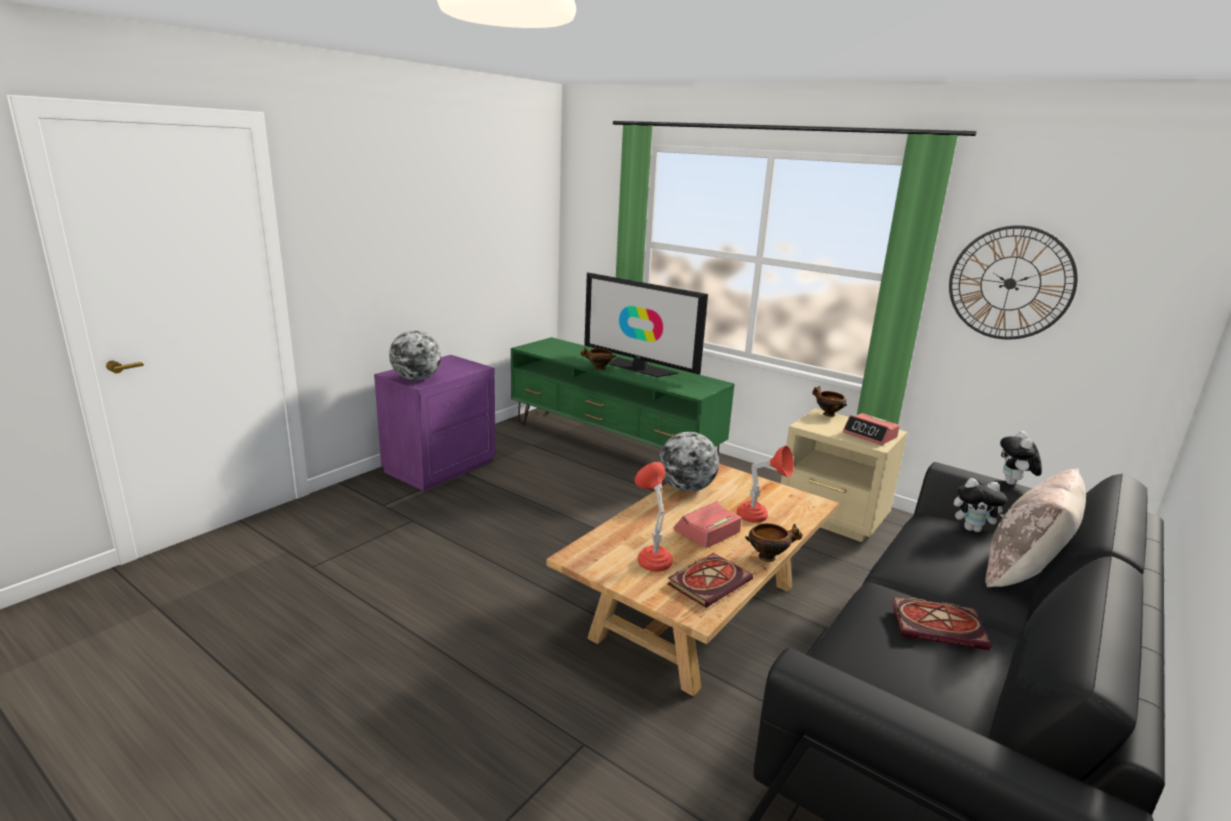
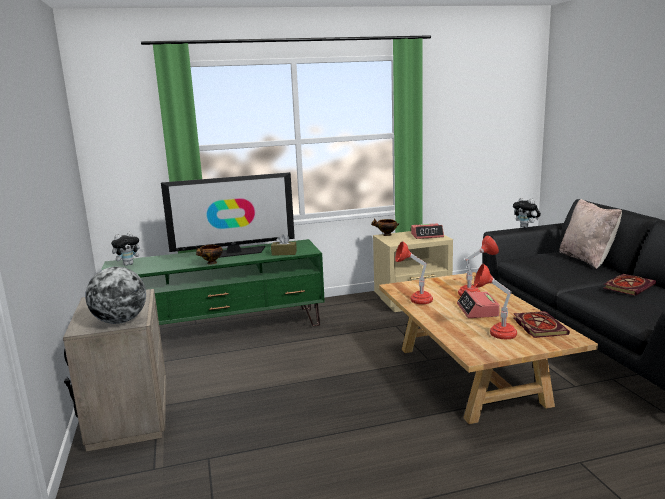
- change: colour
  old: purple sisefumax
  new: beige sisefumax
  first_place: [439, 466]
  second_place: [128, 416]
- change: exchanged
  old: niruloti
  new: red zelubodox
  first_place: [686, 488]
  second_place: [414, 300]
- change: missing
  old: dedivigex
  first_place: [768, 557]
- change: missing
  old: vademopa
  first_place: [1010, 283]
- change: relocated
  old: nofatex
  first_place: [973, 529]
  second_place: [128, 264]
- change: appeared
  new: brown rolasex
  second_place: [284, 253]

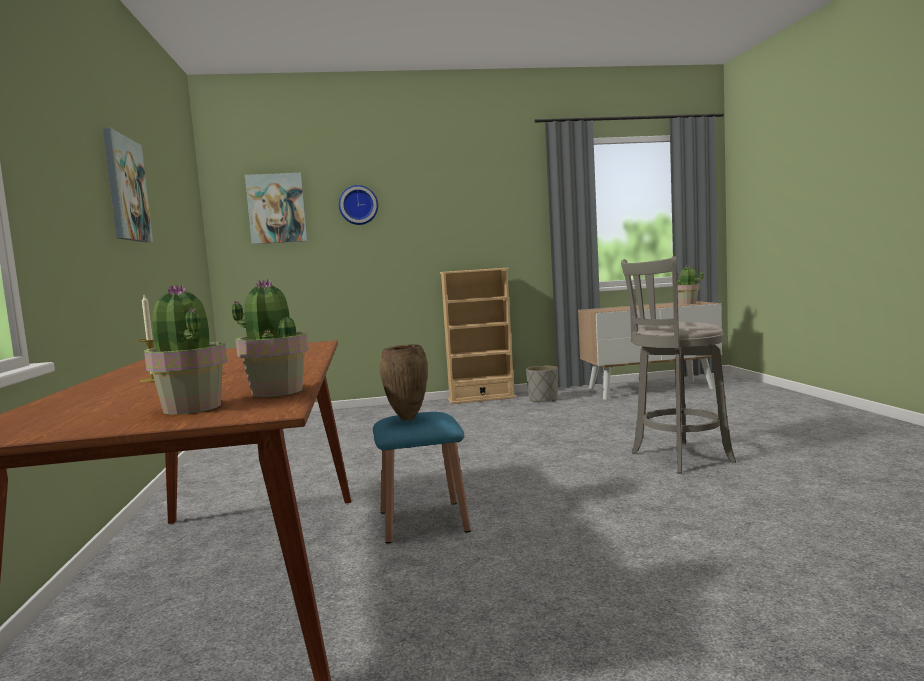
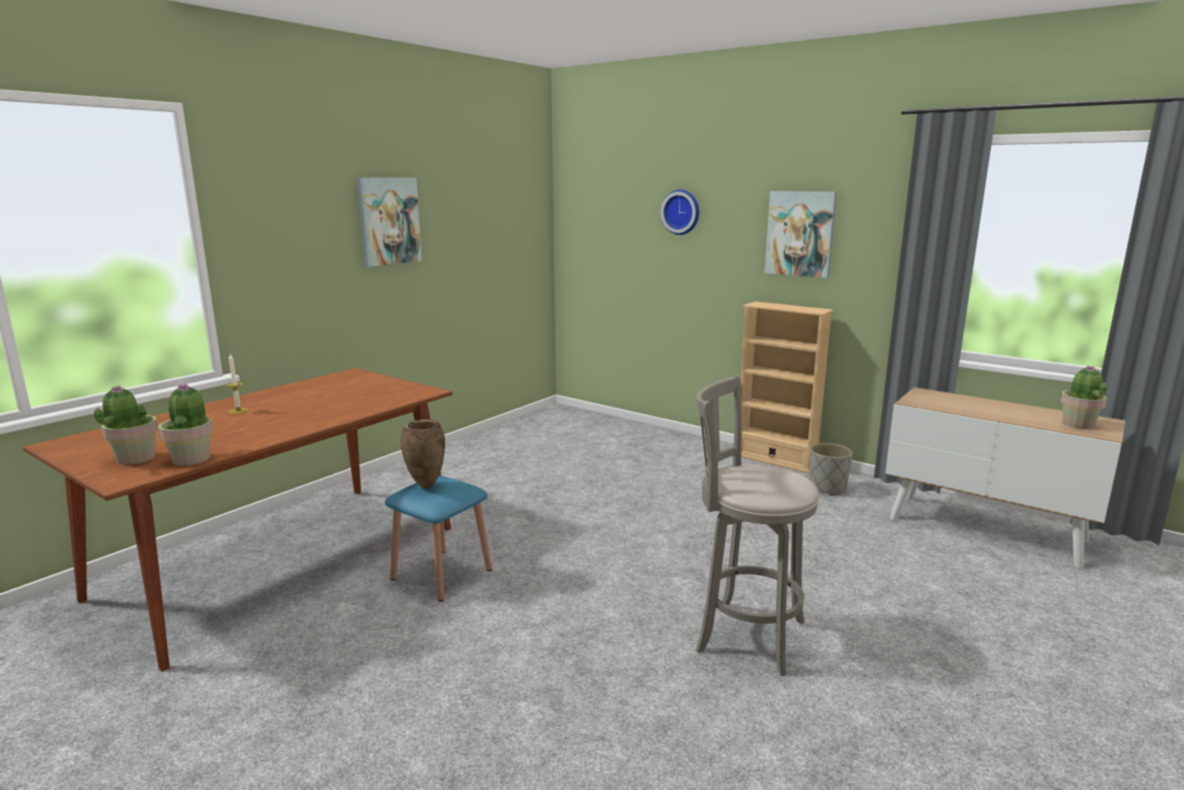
- change: relocated
  old: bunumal
  first_place: [276, 208]
  second_place: [800, 233]

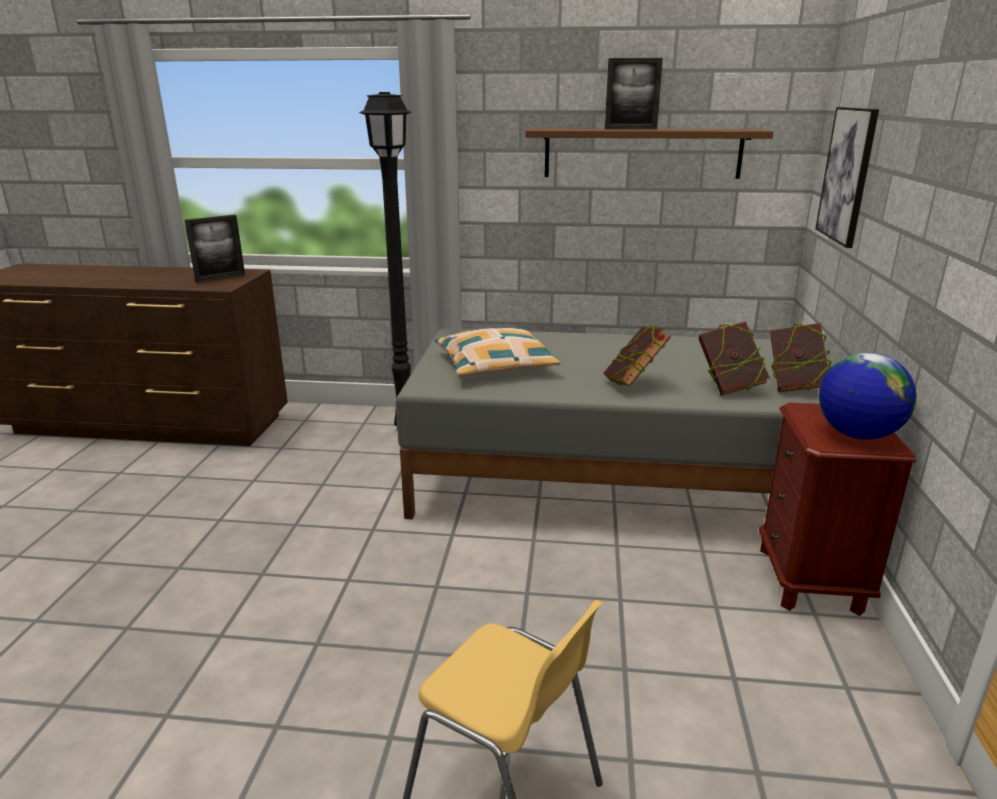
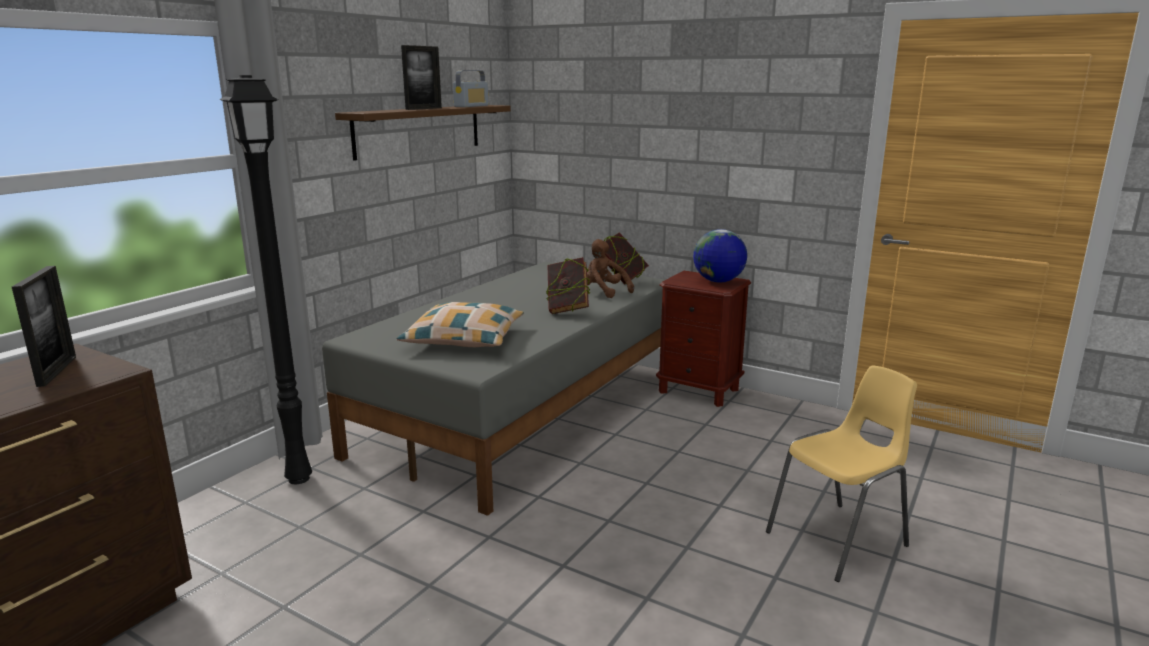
- change: exchanged
  old: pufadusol
  new: brown nofatex
  first_place: [729, 387]
  second_place: [604, 292]
- change: missing
  old: bunumal
  first_place: [847, 175]
- change: appeared
  new: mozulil
  second_place: [471, 106]

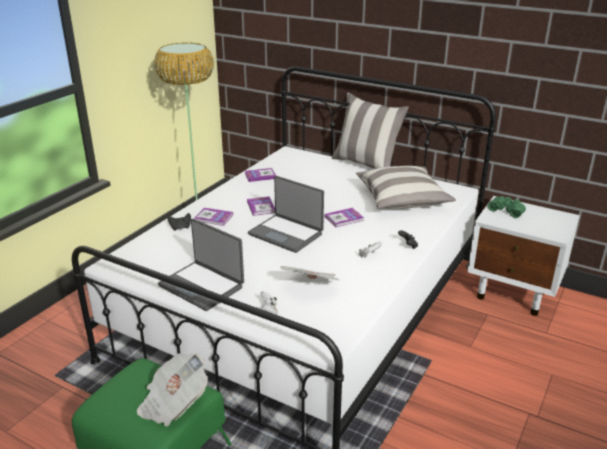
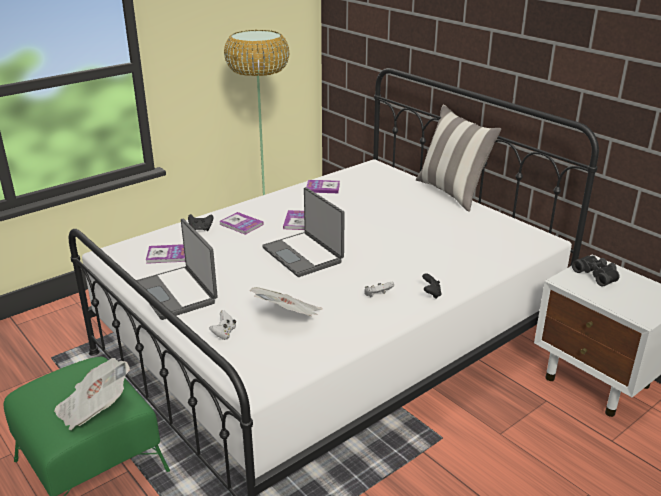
- change: relocated
  old: pufadusol
  first_place: [344, 218]
  second_place: [167, 255]
- change: missing
  old: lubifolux
  first_place: [402, 199]
- change: colour
  old: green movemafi
  new: black movemafi
  first_place: [507, 210]
  second_place: [597, 275]

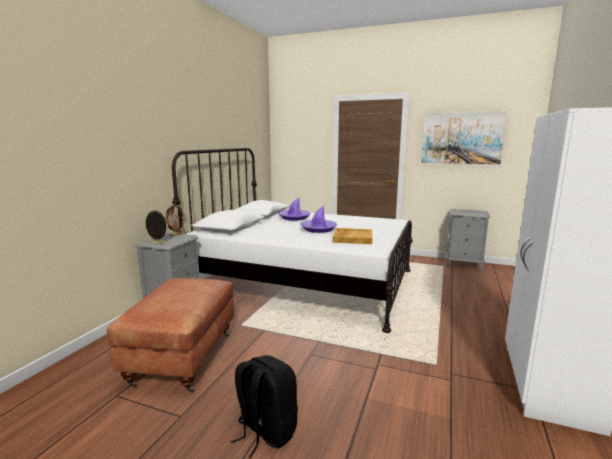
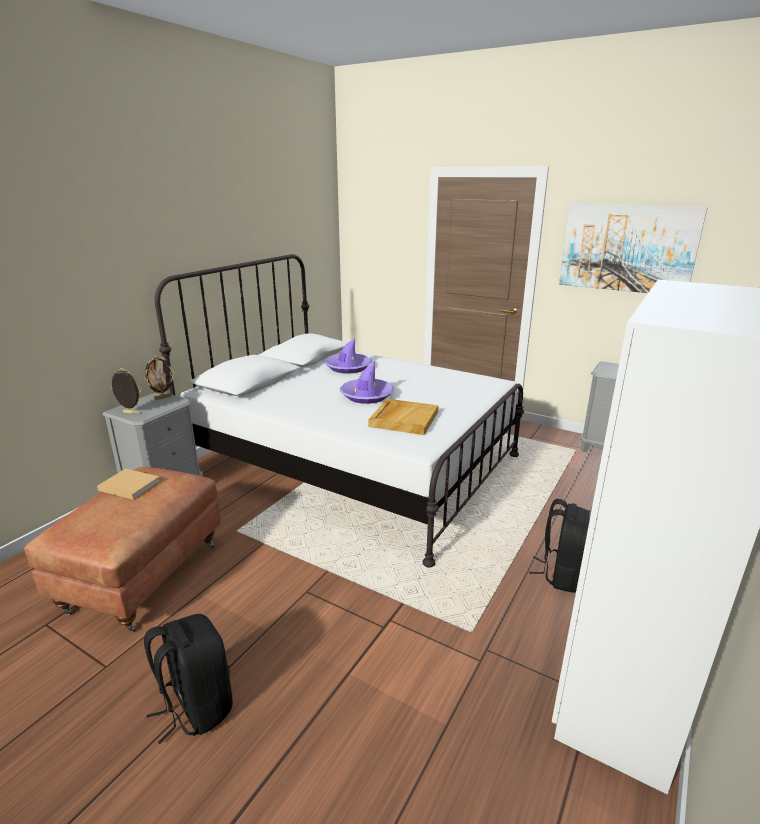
- change: appeared
  new: beige pufadusol
  second_place: [128, 485]
- change: appeared
  new: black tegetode
  second_place: [563, 575]

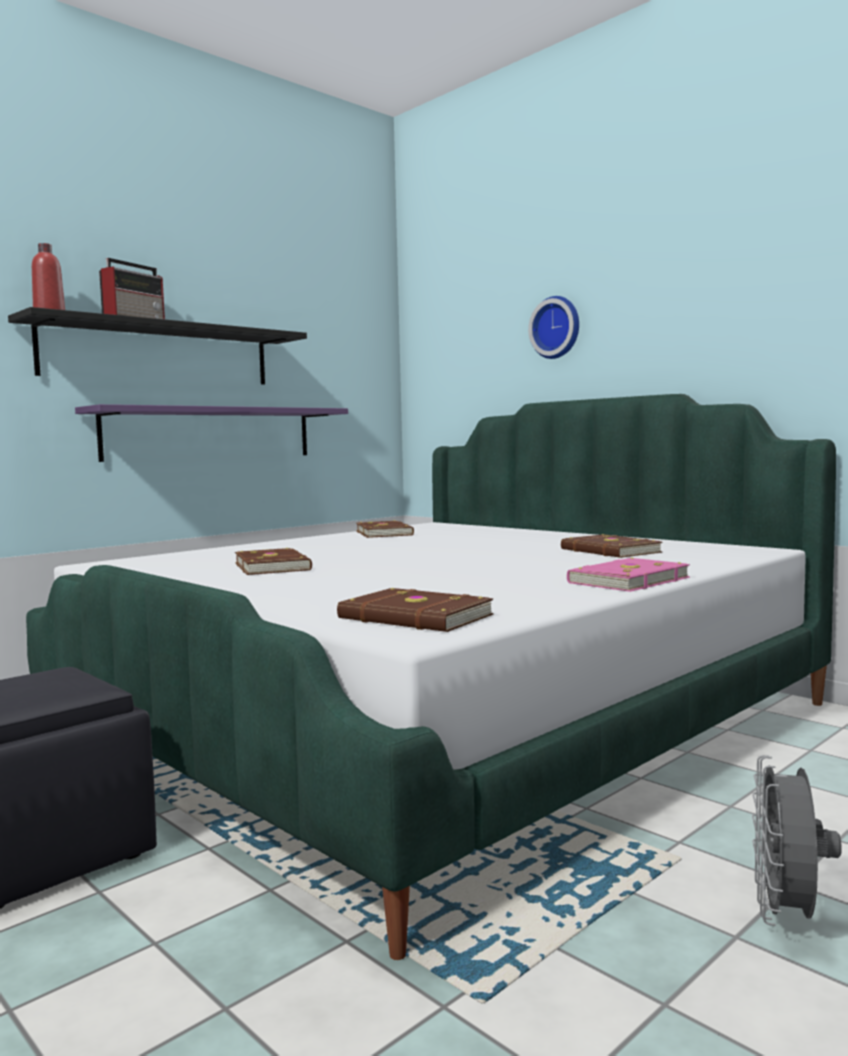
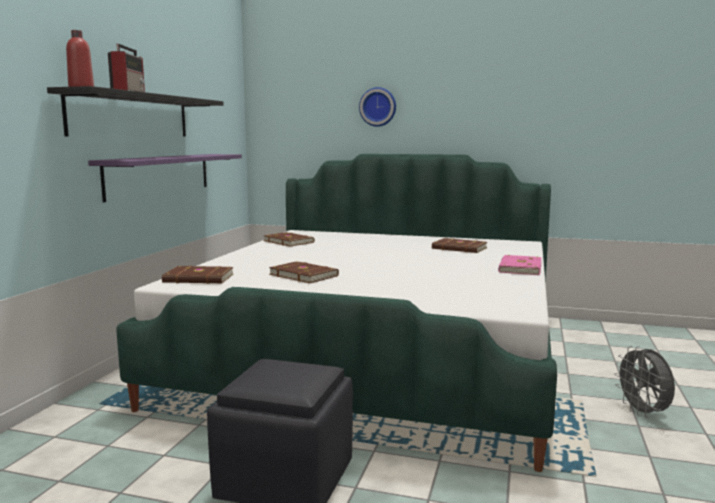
- change: relocated
  old: brown pufadusol
  first_place: [414, 618]
  second_place: [199, 279]

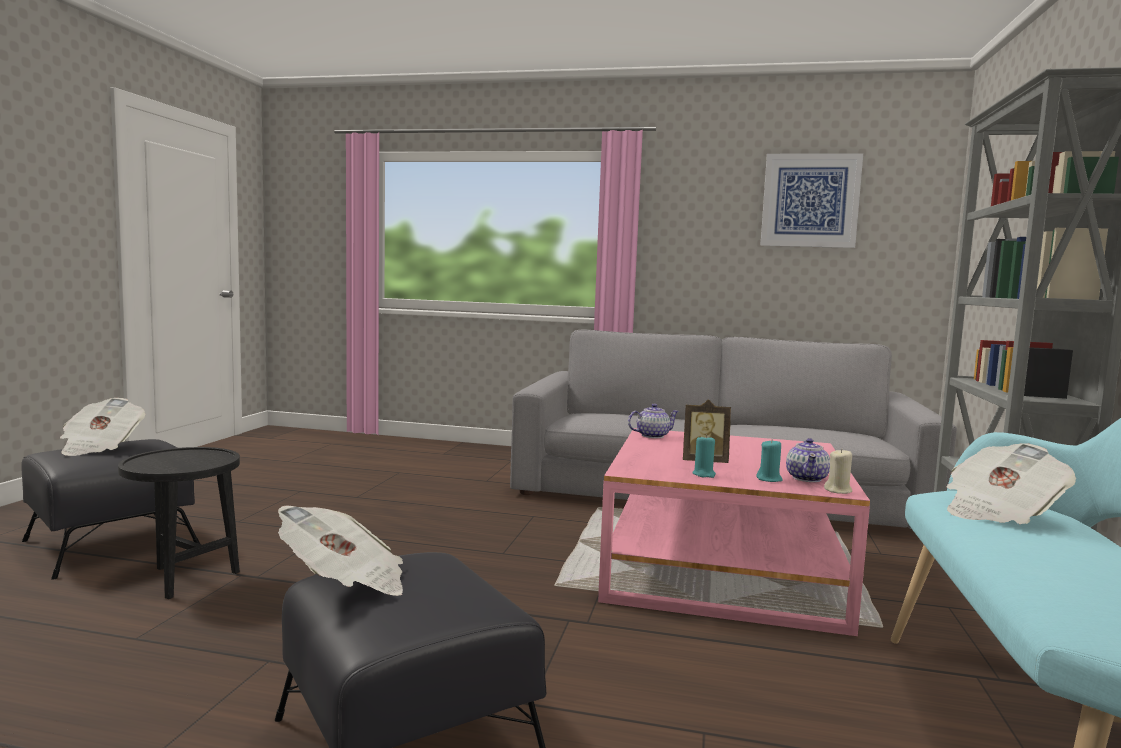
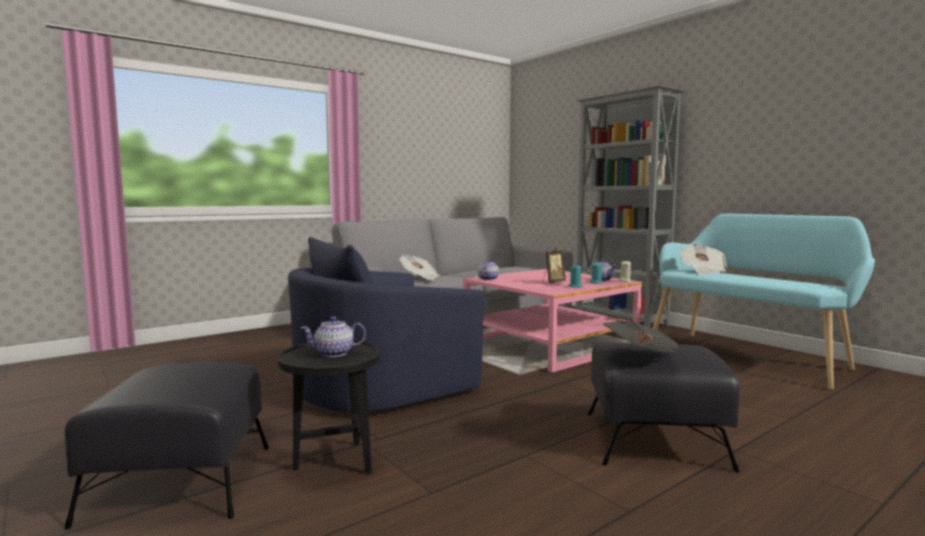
- change: relocated
  old: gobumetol
  first_place: [100, 447]
  second_place: [419, 278]
- change: missing
  old: bunumal
  first_place: [810, 200]
- change: appeared
  new: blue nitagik
  second_place: [380, 386]
- change: appeared
  new: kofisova
  second_place: [334, 353]

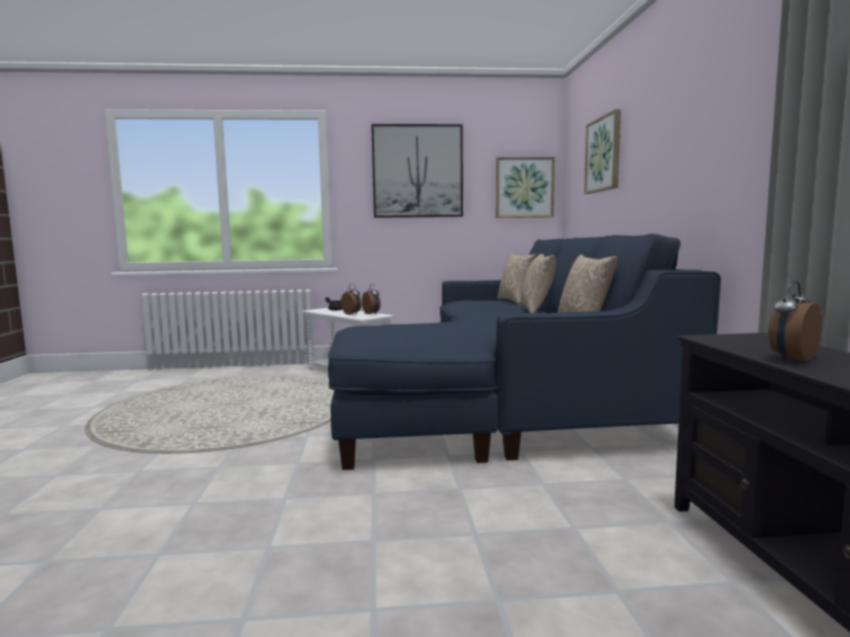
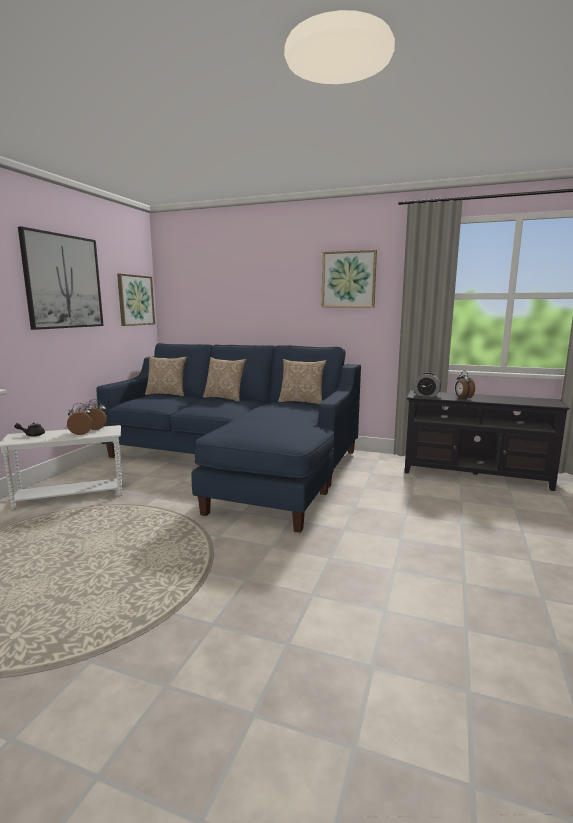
- change: relocated
  old: bunumal
  first_place: [603, 154]
  second_place: [348, 279]
- change: appeared
  new: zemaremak
  second_place: [426, 395]

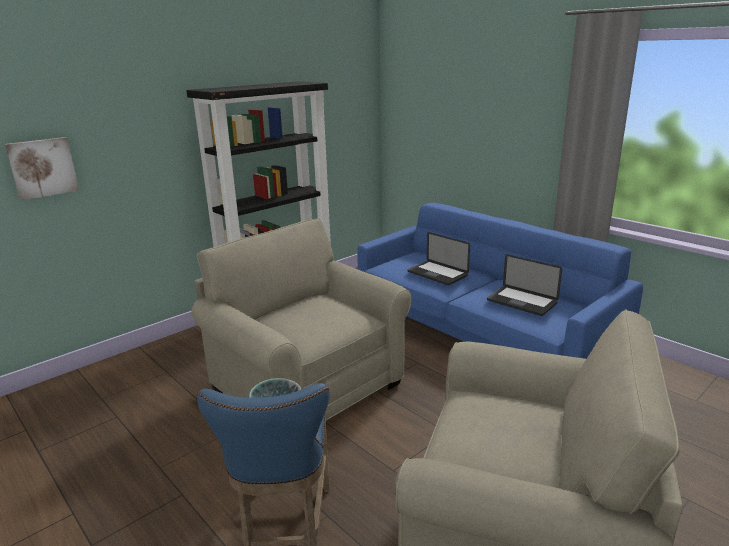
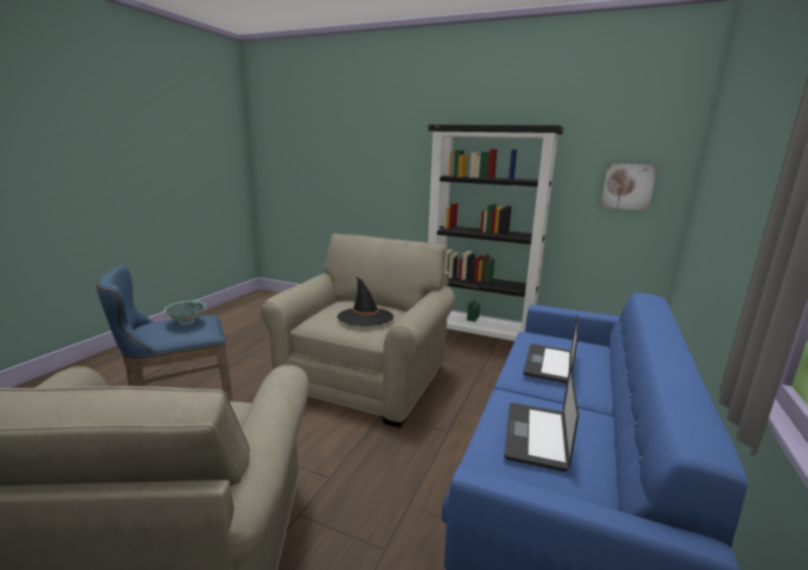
- change: relocated
  old: bunumal
  first_place: [43, 167]
  second_place: [627, 186]
- change: appeared
  new: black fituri
  second_place: [365, 317]

